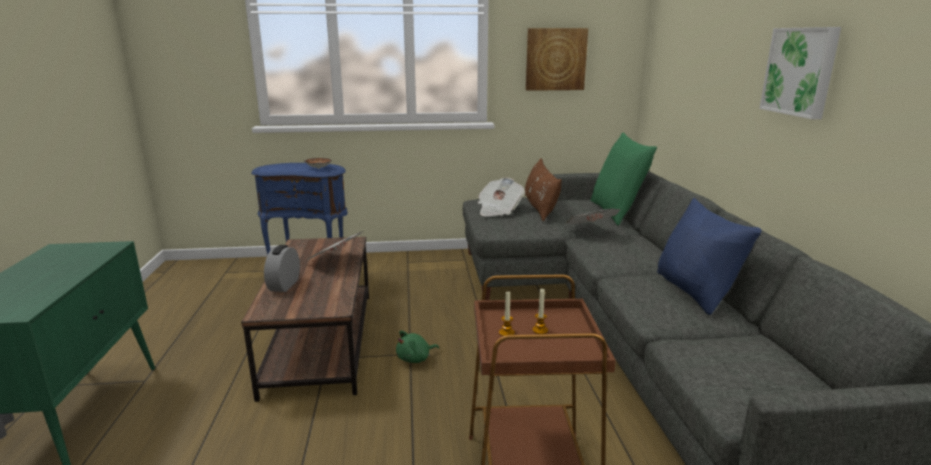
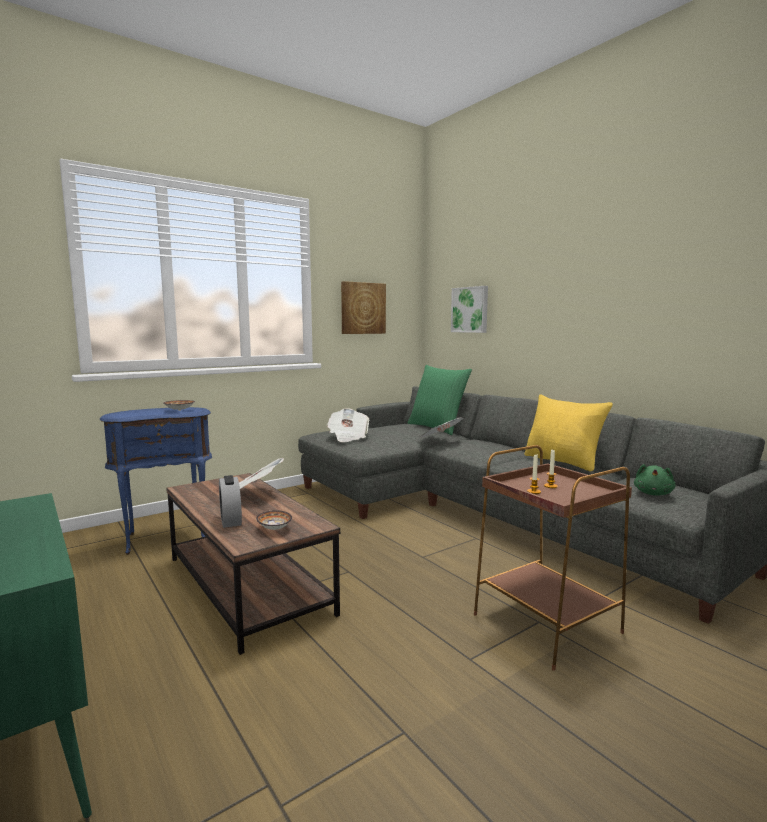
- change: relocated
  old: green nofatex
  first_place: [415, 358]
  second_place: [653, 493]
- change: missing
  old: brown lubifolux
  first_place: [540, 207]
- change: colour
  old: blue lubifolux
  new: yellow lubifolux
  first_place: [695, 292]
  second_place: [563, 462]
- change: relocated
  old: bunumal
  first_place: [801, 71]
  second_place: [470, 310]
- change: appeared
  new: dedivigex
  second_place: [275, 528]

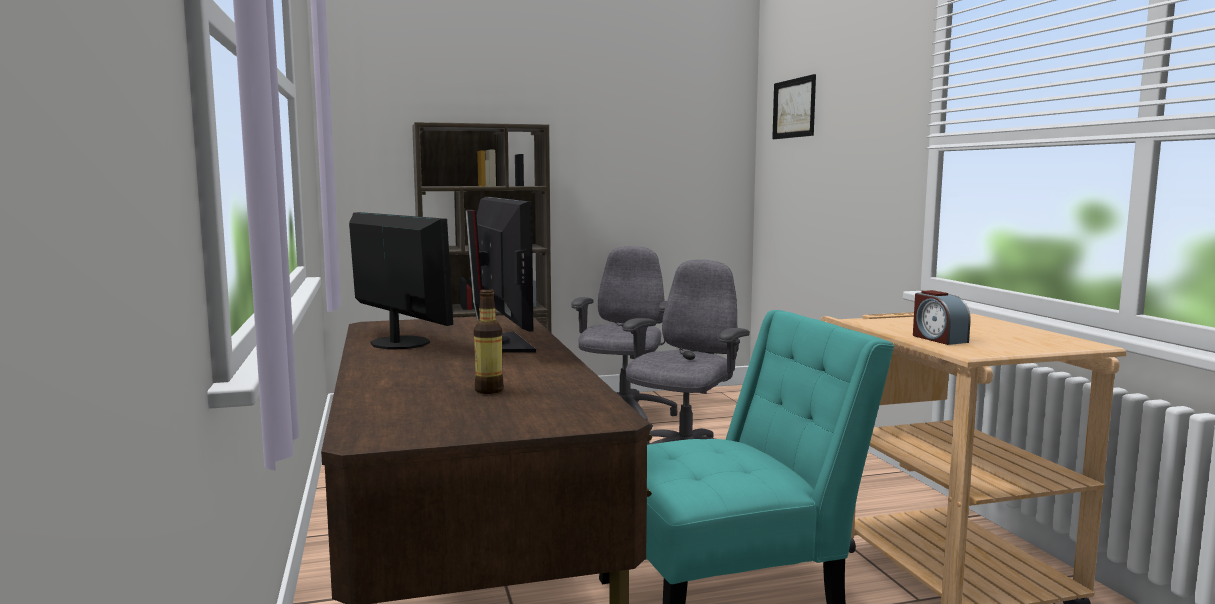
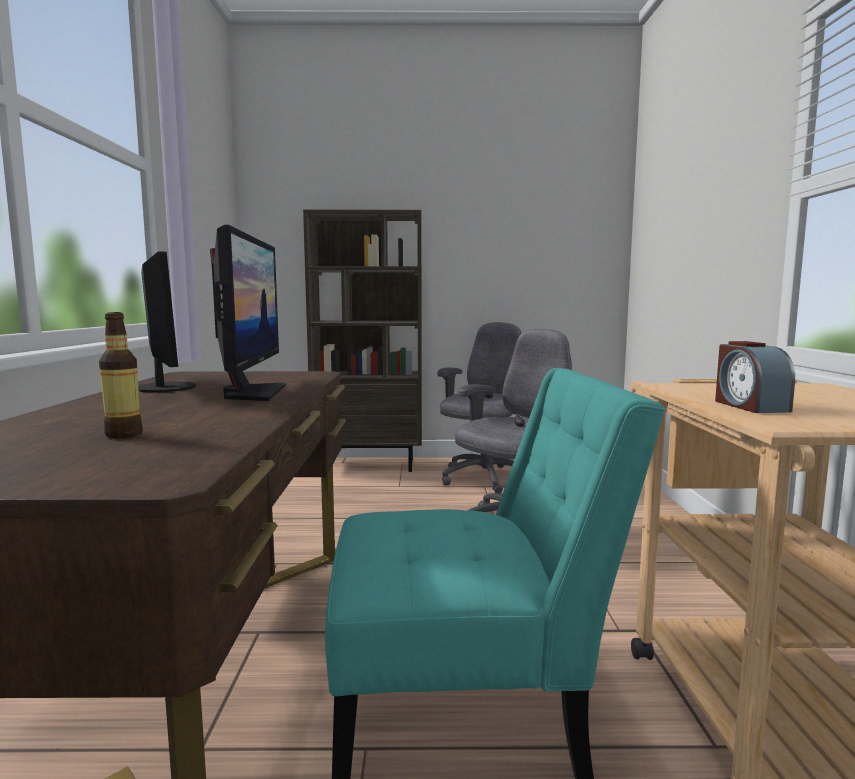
- change: missing
  old: bunumal
  first_place: [794, 108]

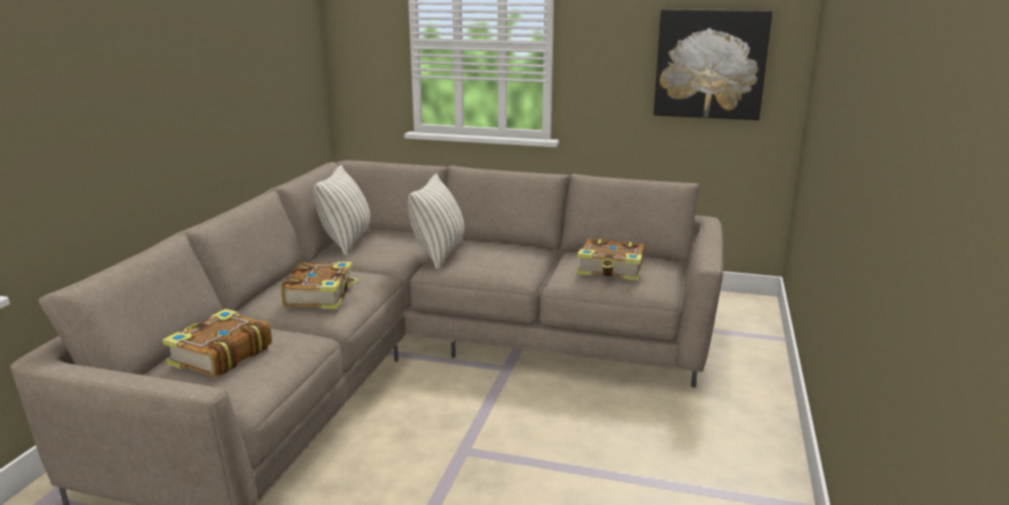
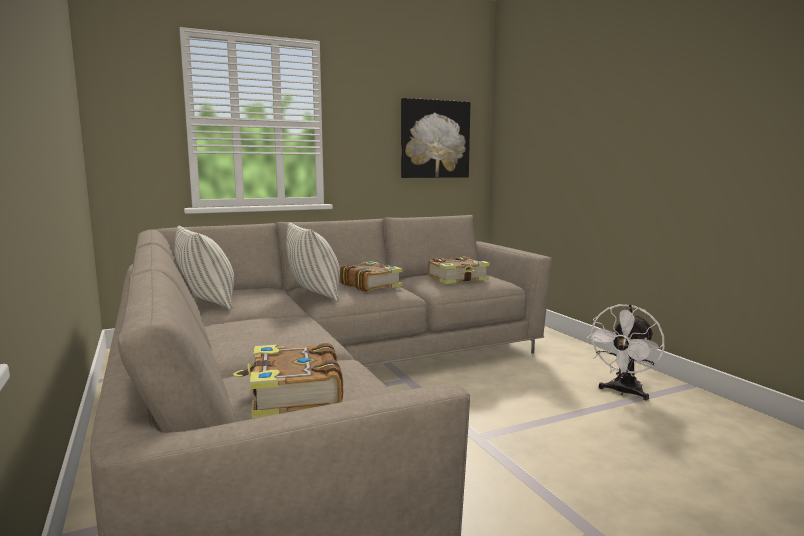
- change: relocated
  old: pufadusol
  first_place: [321, 295]
  second_place: [370, 285]
- change: appeared
  new: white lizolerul
  second_place: [624, 392]

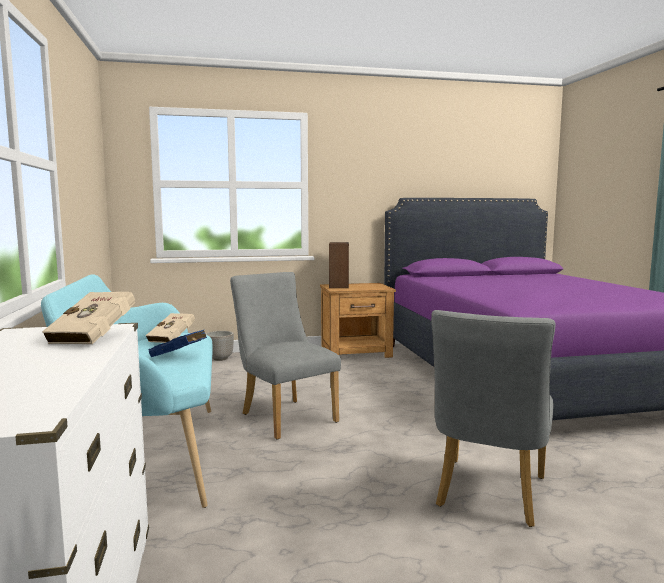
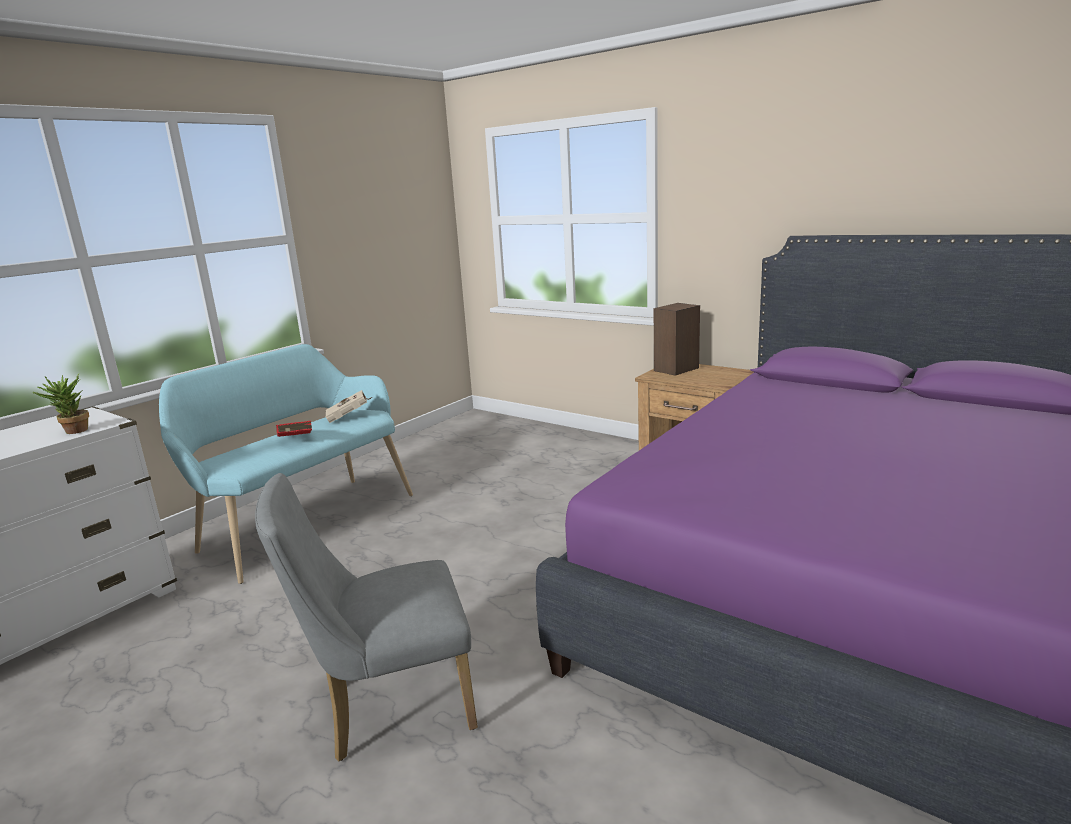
- change: exchanged
  old: beige pufadusol
  new: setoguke
  first_place: [96, 337]
  second_place: [72, 432]
- change: colour
  old: blue pufadusol
  new: red pufadusol
  first_place: [180, 357]
  second_place: [295, 442]
- change: missing
  old: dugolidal
  first_place: [220, 358]
- change: missing
  old: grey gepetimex
  first_place: [284, 416]

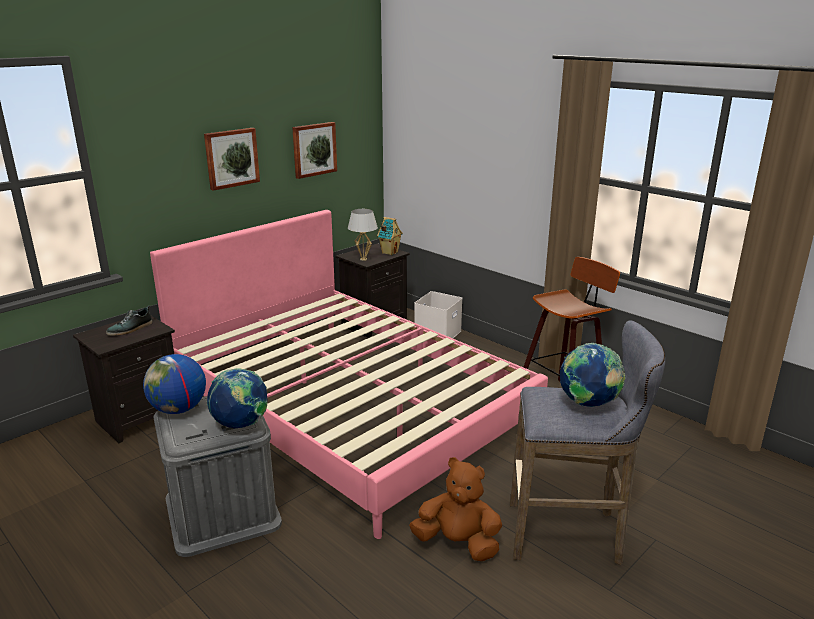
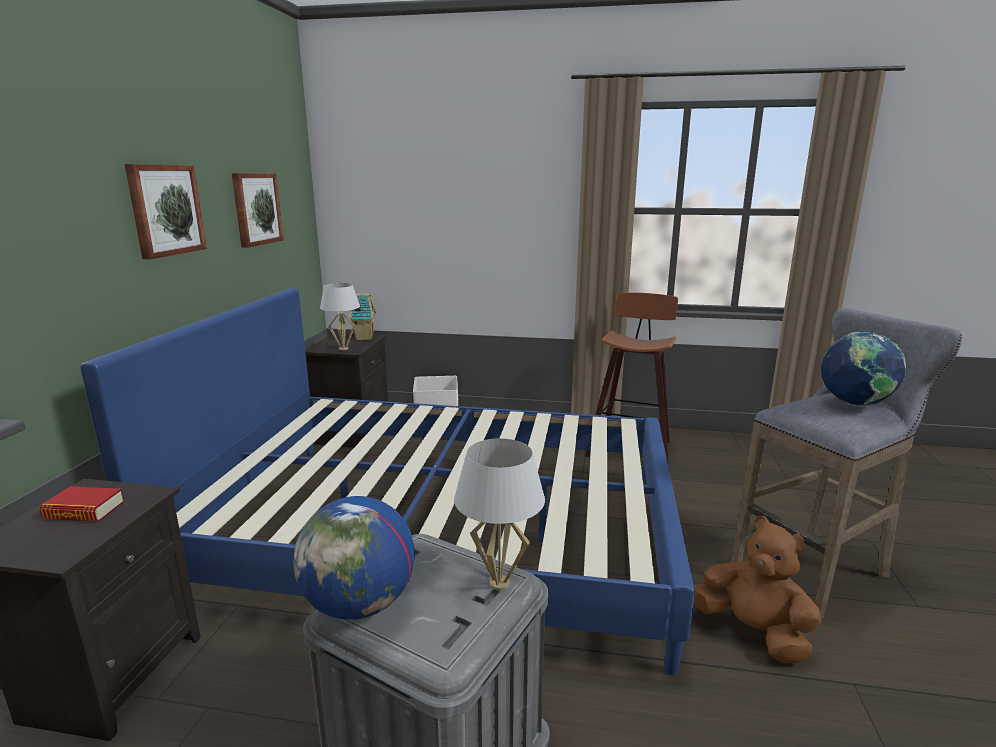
- change: exchanged
  old: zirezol
  new: pufadusol
  first_place: [130, 329]
  second_place: [84, 510]
- change: colour
  old: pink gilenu
  new: blue gilenu
  first_place: [348, 408]
  second_place: [438, 531]
- change: exchanged
  old: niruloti
  new: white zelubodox
  first_place: [241, 425]
  second_place: [500, 583]
- change: spun
  old: brown nofatex
  first_place: [458, 543]
  second_place: [752, 632]
  degrees: 60

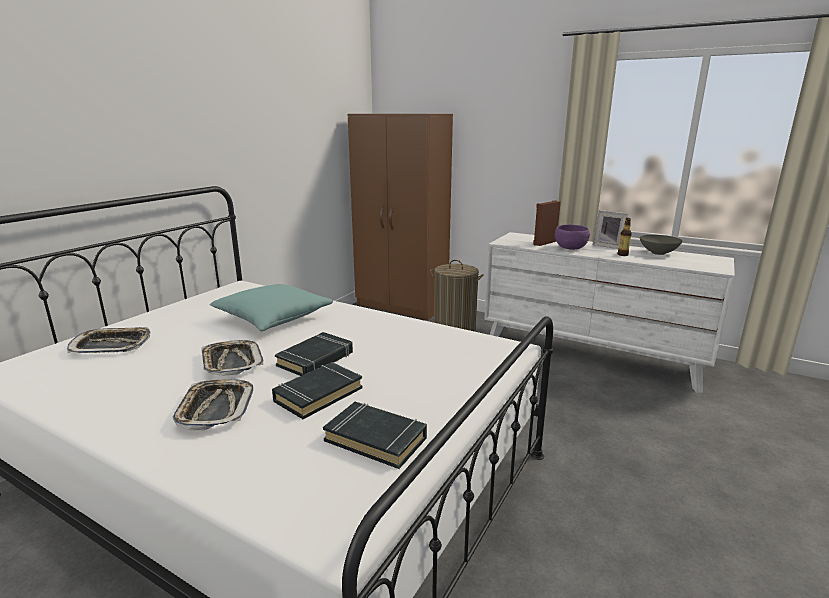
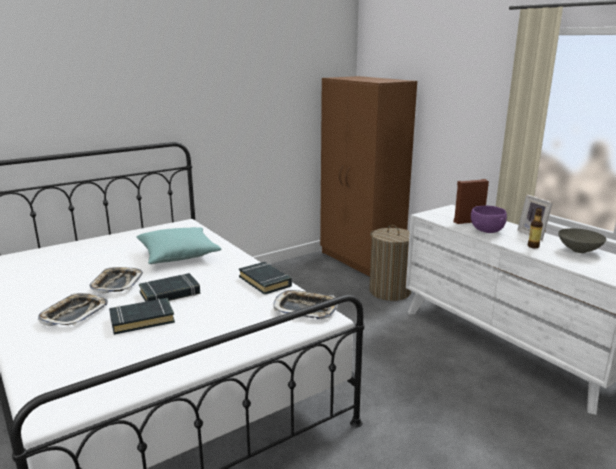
- change: relocated
  old: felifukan
  first_place: [111, 345]
  second_place: [305, 308]
- change: relocated
  old: black pufadusol
  first_place: [376, 439]
  second_place: [265, 281]

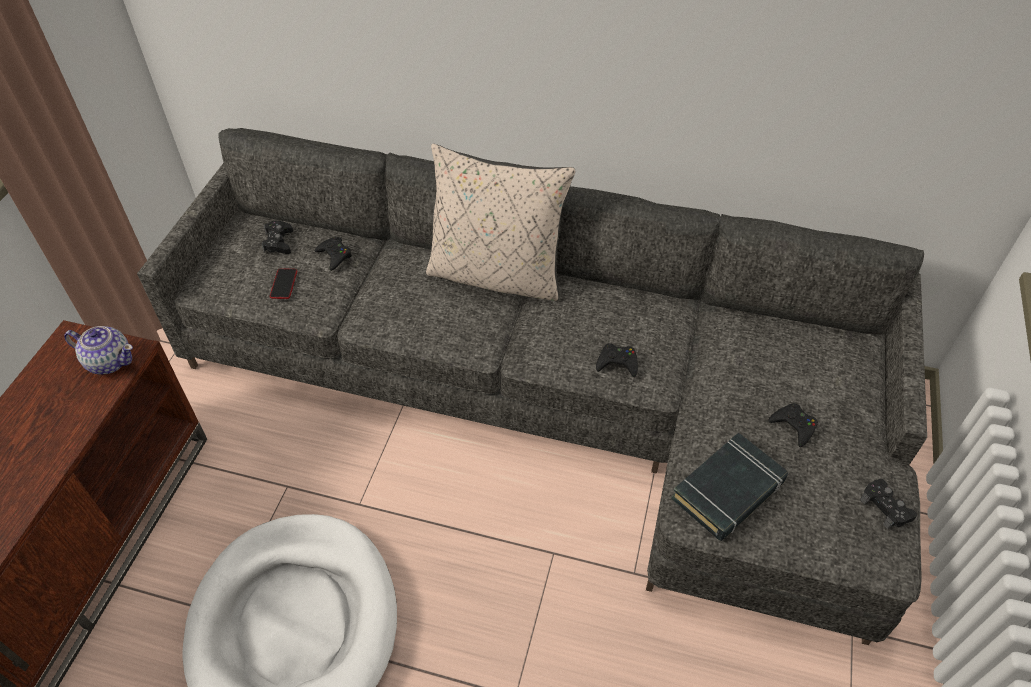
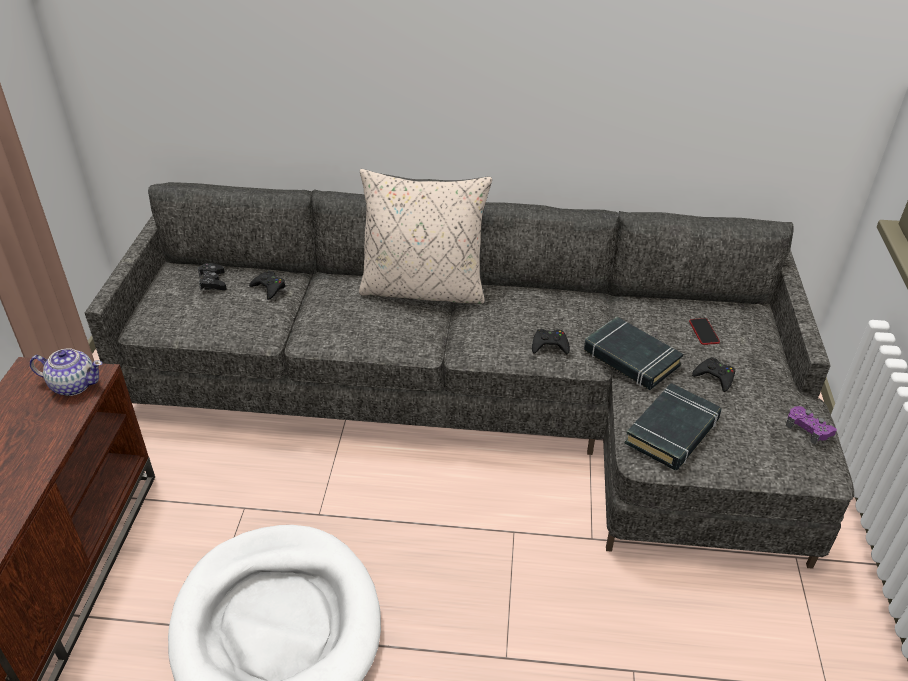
- change: relocated
  old: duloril
  first_place: [284, 284]
  second_place: [704, 332]
- change: colour
  old: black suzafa
  new: purple suzafa
  first_place: [885, 507]
  second_place: [808, 428]
- change: appeared
  new: black pufadusol
  second_place: [630, 358]

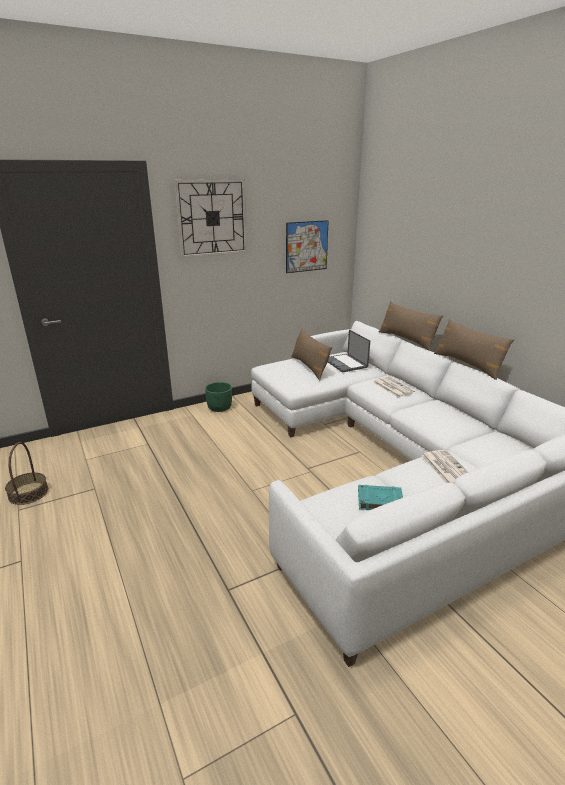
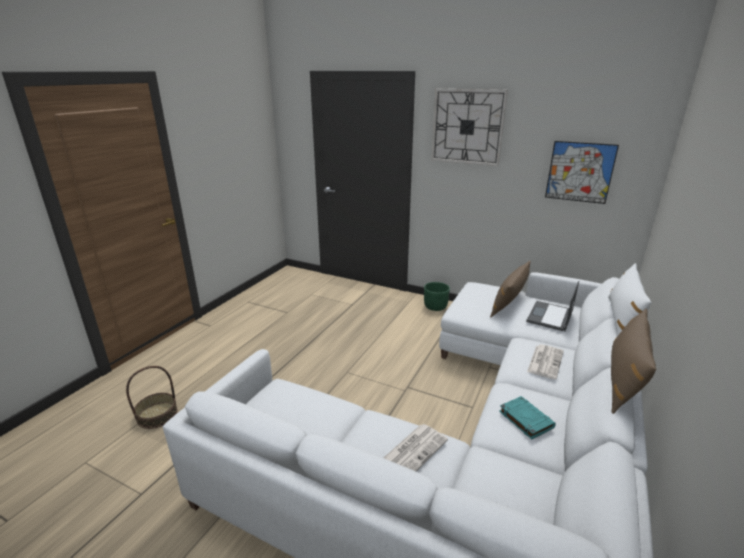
- change: relocated
  old: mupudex
  first_place: [28, 493]
  second_place: [157, 415]
- change: relocated
  old: turquoise pufadusol
  first_place: [379, 501]
  second_place: [525, 419]
- change: colour
  old: brown lubifolux
  new: white lubifolux
  first_place: [407, 340]
  second_place: [621, 319]

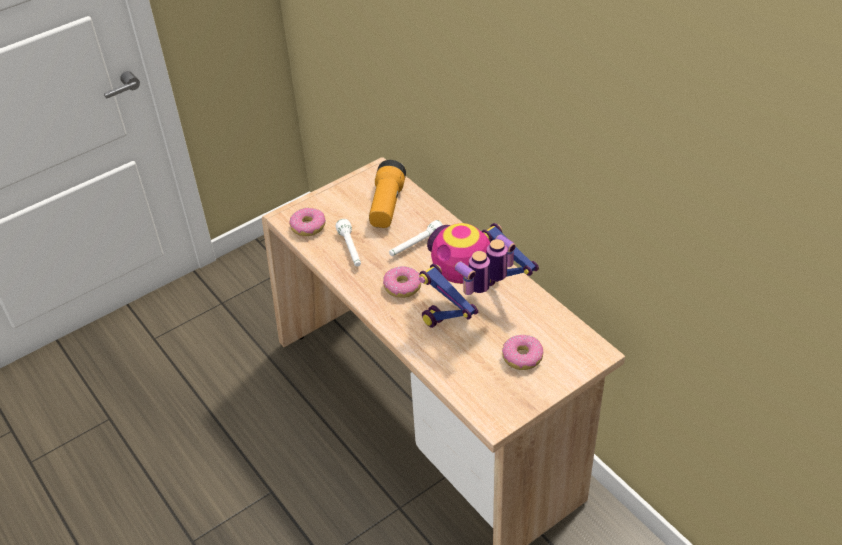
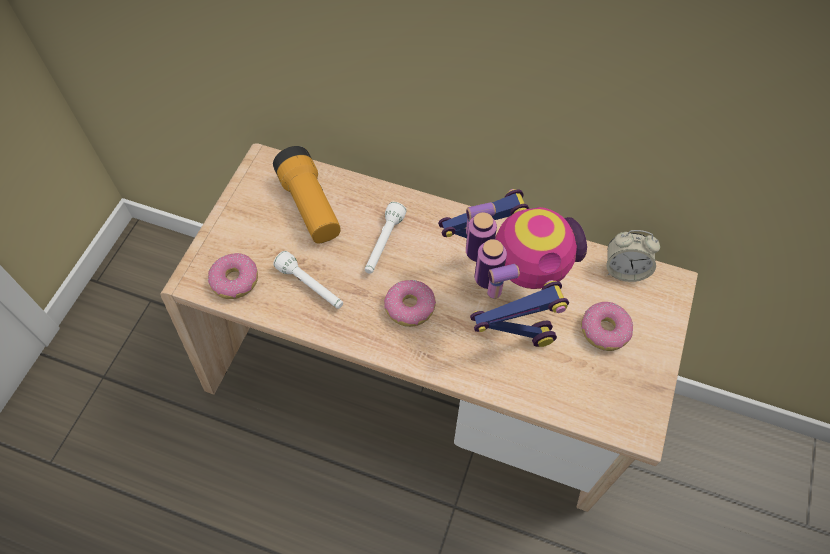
- change: spun
  old: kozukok
  first_place: [471, 309]
  second_place: [506, 297]
  degrees: 150
- change: appeared
  new: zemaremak
  second_place: [624, 270]

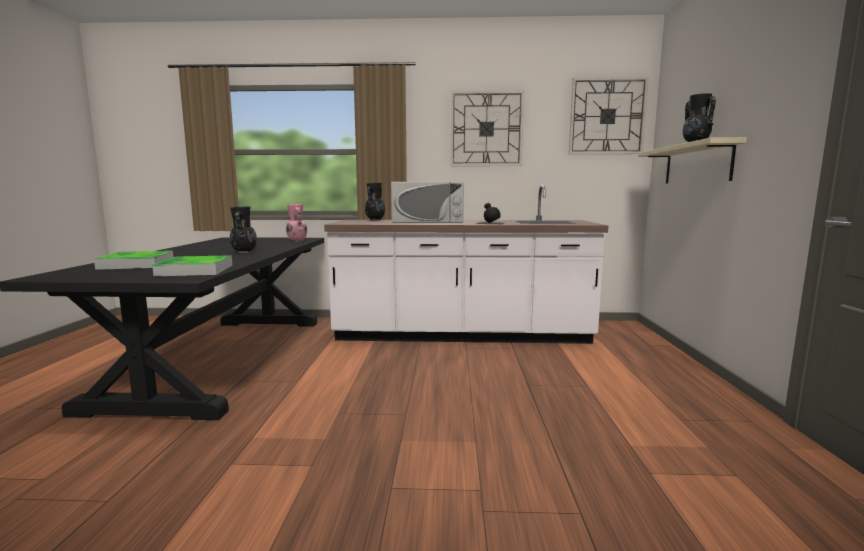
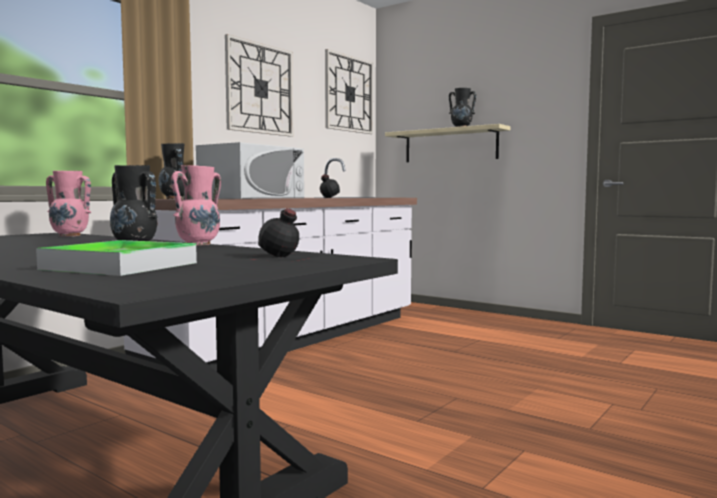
- change: exchanged
  old: felifukan
  new: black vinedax
  first_place: [195, 270]
  second_place: [282, 257]
- change: appeared
  new: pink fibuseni
  second_place: [199, 245]

